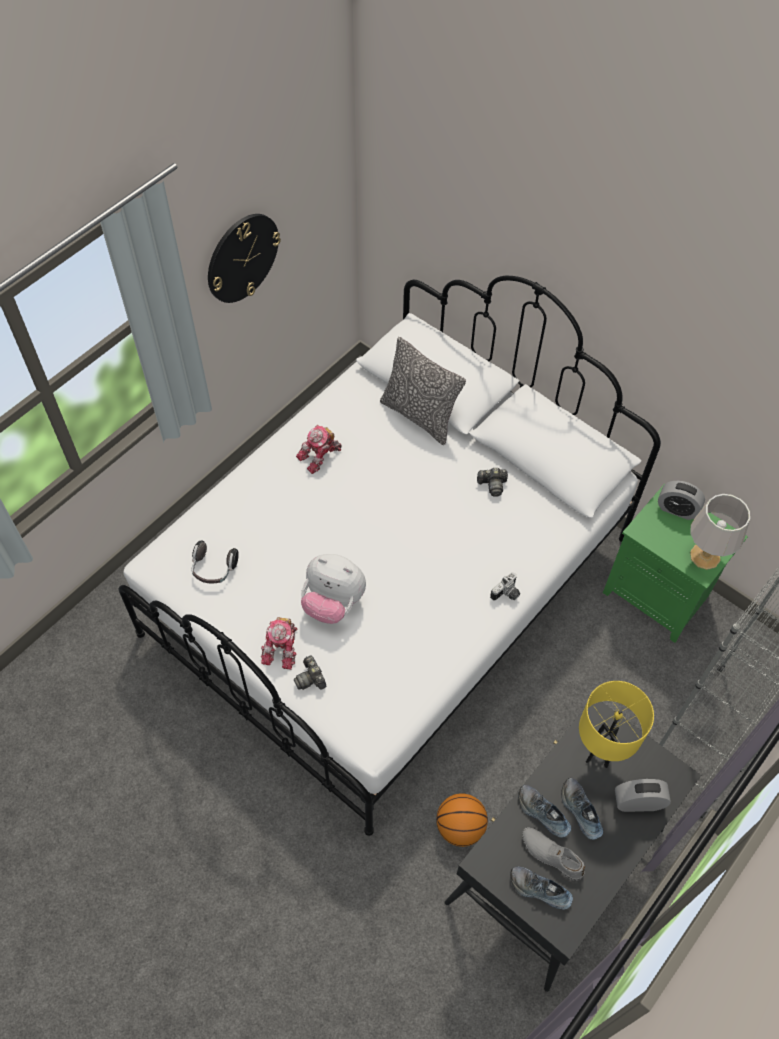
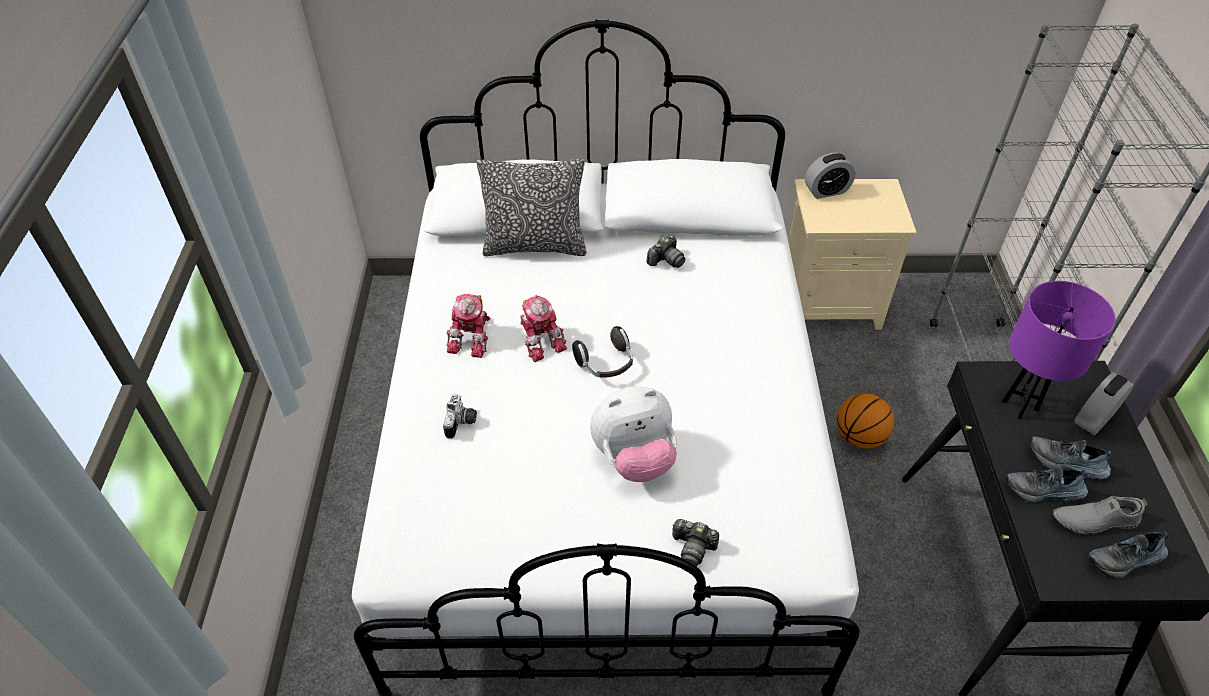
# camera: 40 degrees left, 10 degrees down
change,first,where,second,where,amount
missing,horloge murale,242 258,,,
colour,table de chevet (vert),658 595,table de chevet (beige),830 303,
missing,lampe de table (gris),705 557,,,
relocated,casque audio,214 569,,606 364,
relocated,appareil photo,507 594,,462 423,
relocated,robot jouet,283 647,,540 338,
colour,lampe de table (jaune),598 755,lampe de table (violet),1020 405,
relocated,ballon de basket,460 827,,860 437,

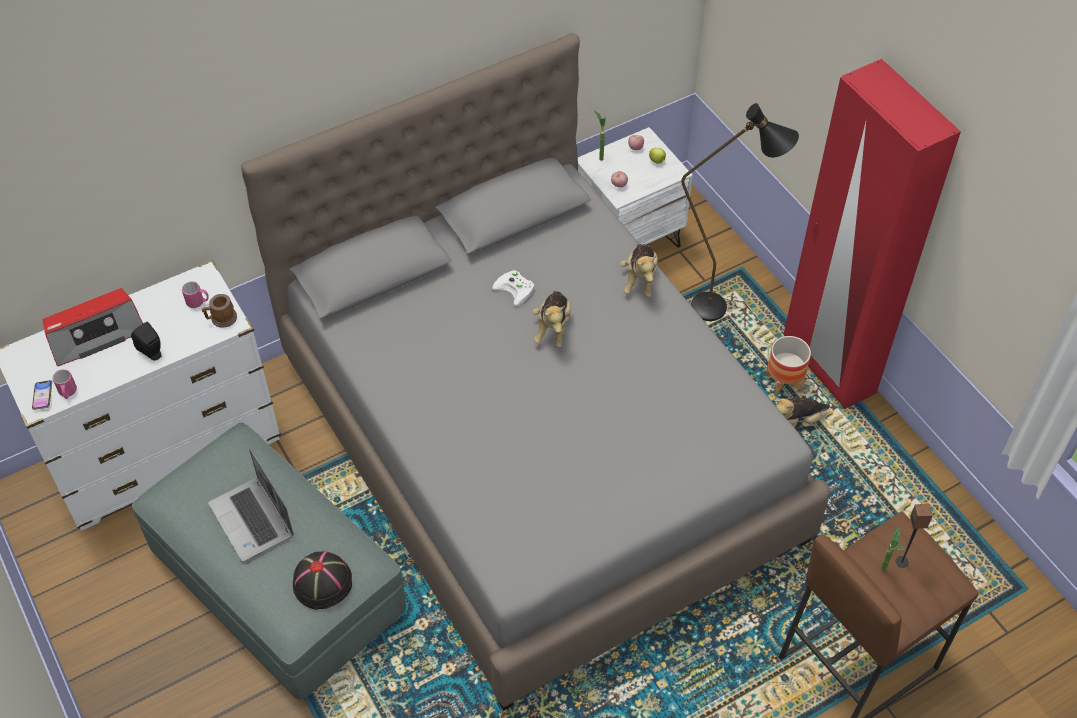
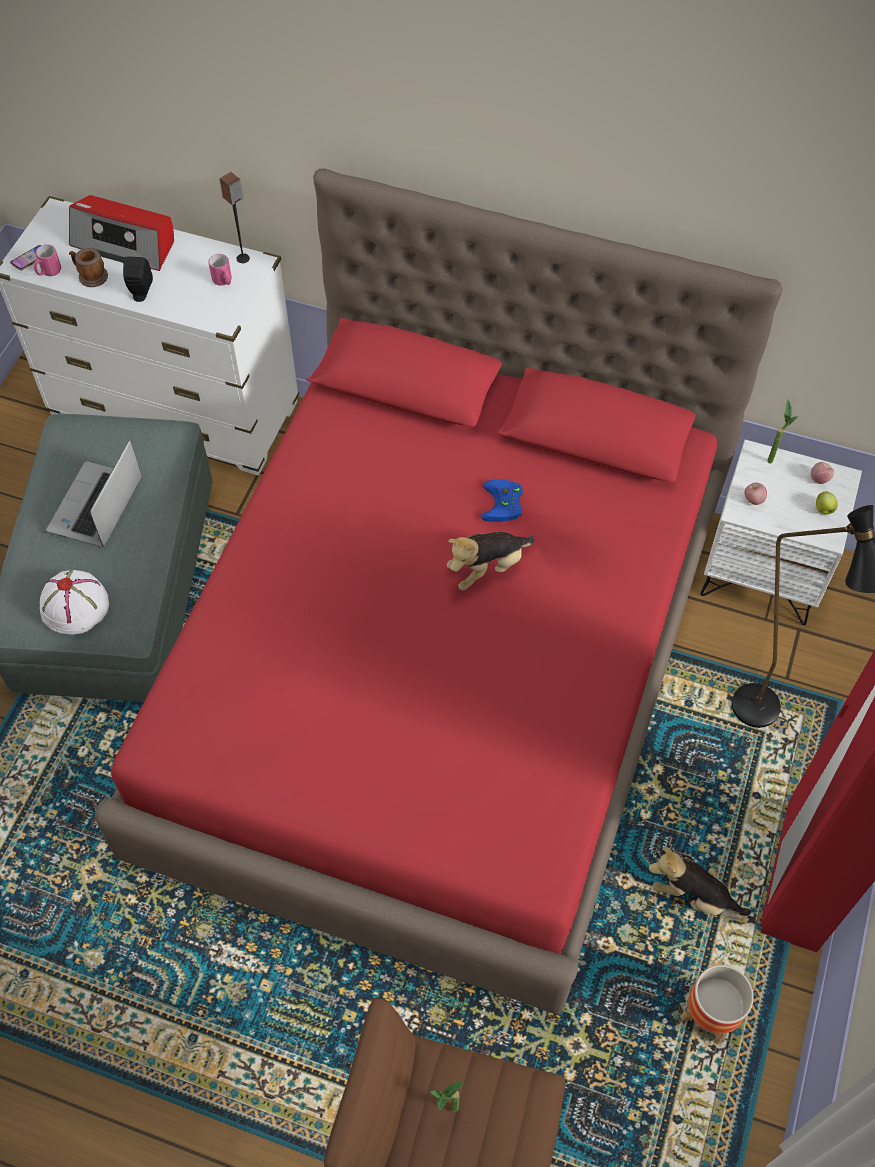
# camera: 50 degrees right, 5 degrees up
change,first,where,second,where,amount
colour,lit (gris),538 446,lit (rouge),439 678,
missing,peluche,640 279,,,
colour,manette (blanc),516 289,manette (bleu),504 504,
relocated,mug,221 319,,90 276,
relocated,cache-pot,783 383,,710 1014,
relocated,enceinte,902 562,,243 258,
colour,chapeau (noir),323 582,chapeau (blanc),75 606,

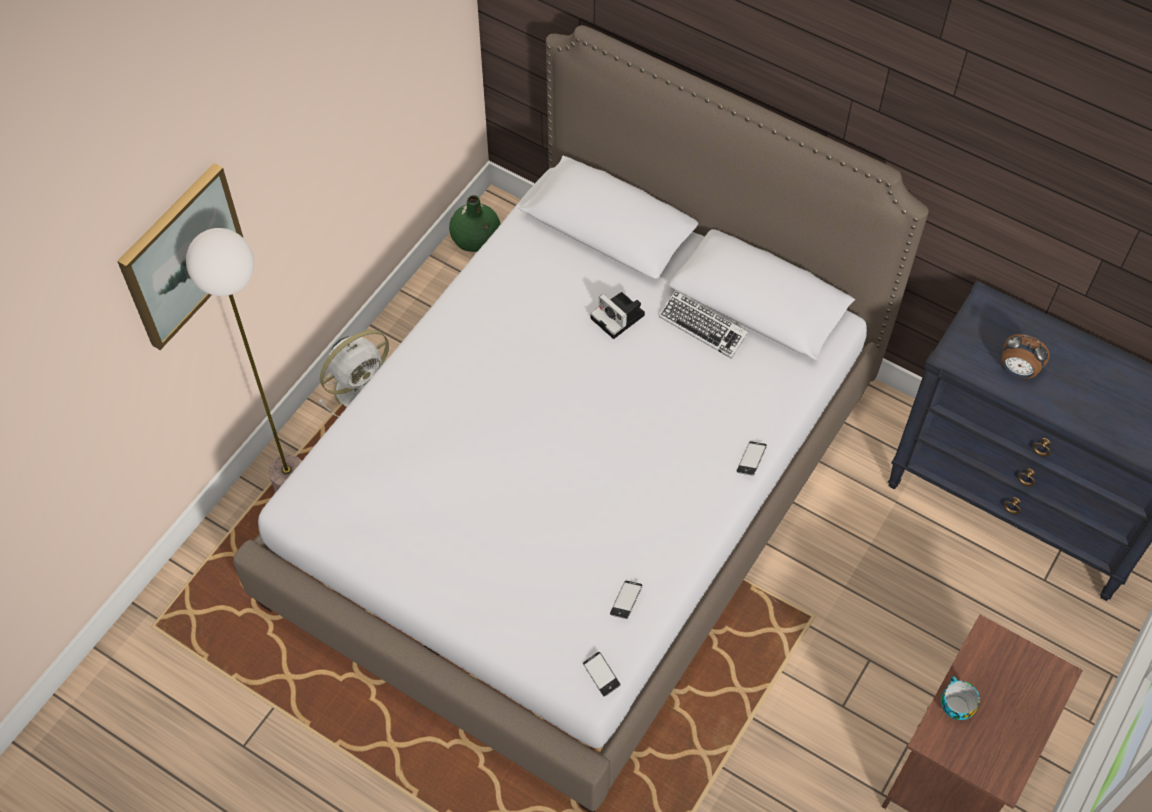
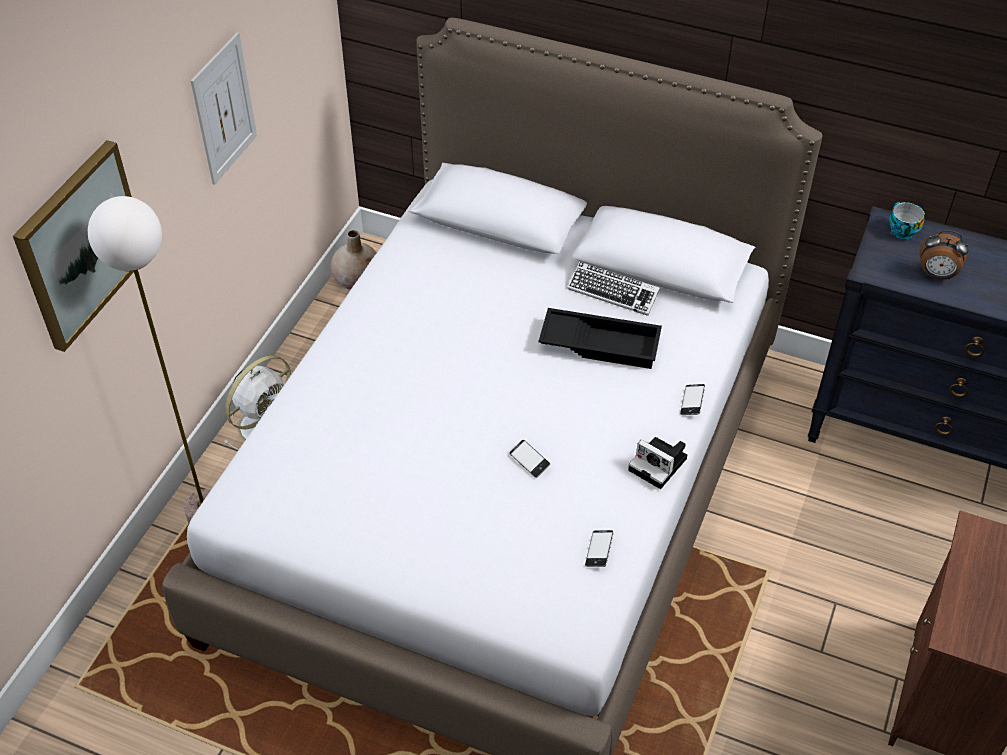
# camera: 10 degrees left, 10 degrees down
change,first,where,second,where,amount
colour,vase (vert),476 239,vase (beige),357 279,
relocated,appareil photo,619 317,,660 465,
relocated,téléphone,601 675,,529 461,
relocated,tasse,954 706,,901 231,
appeared,,,tableau,224 109,
appeared,,,plateau (noir),601 343,

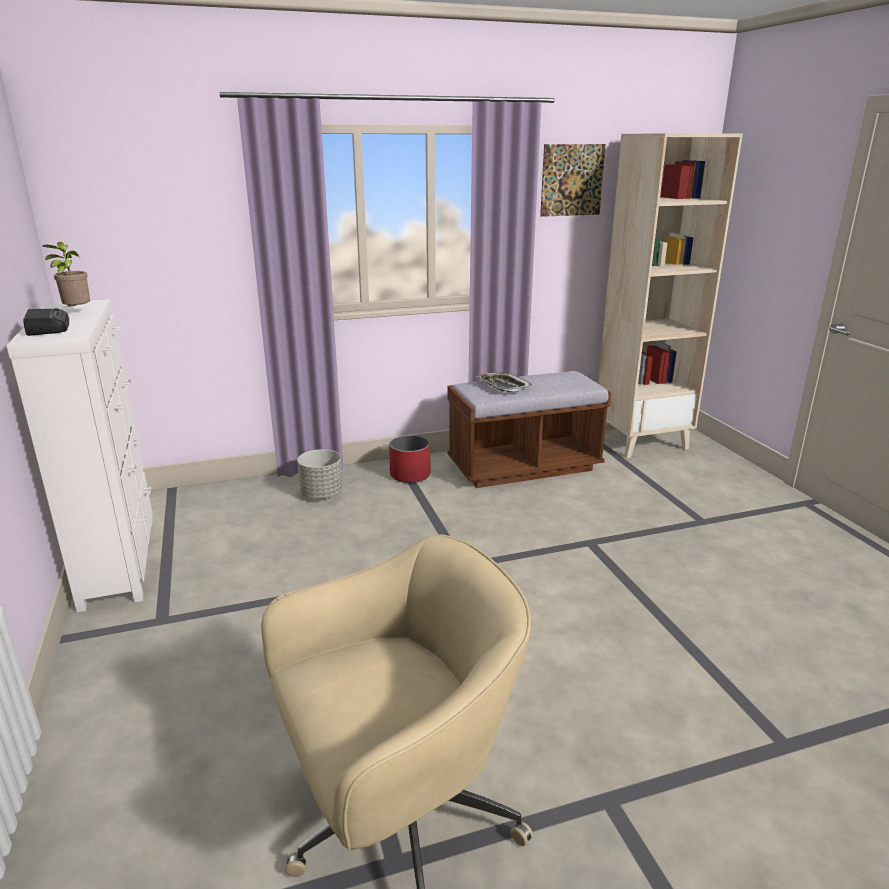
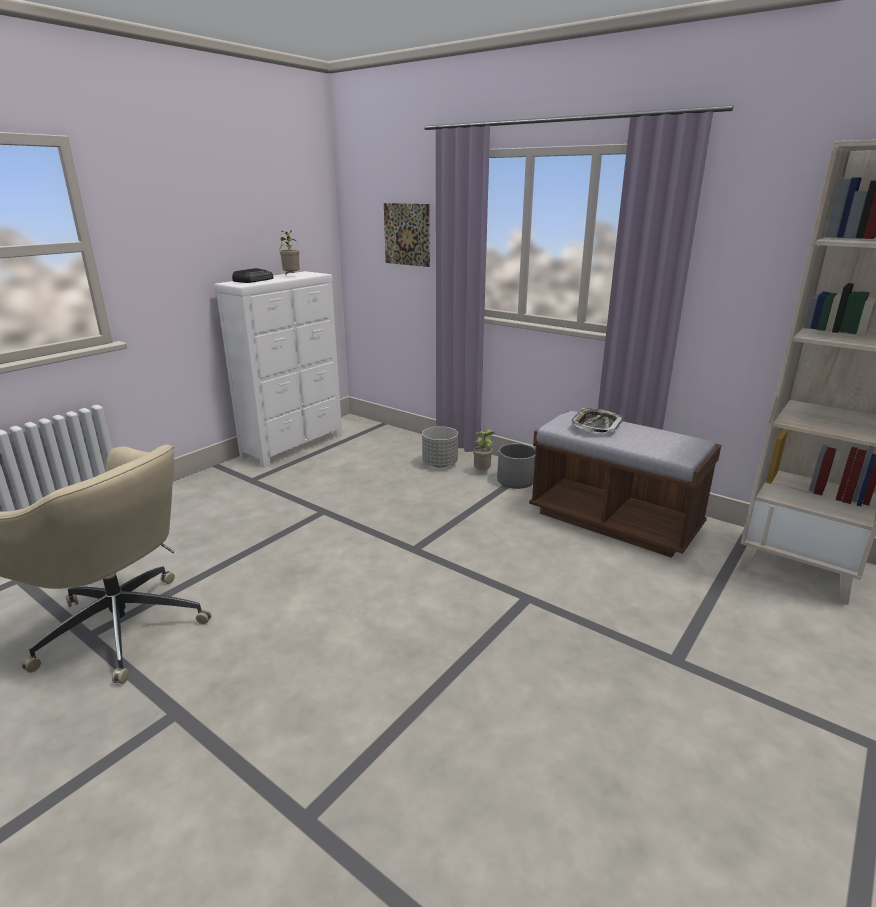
# camera: 55 degrees right, 0 degrees up
change,first,where,second,where,amount
relocated,tableau,572 180,,407 234,
colour,cache-pot (rouge),410 475,cache-pot (gris),516 481,
appeared,,,plante en pot,483 472,

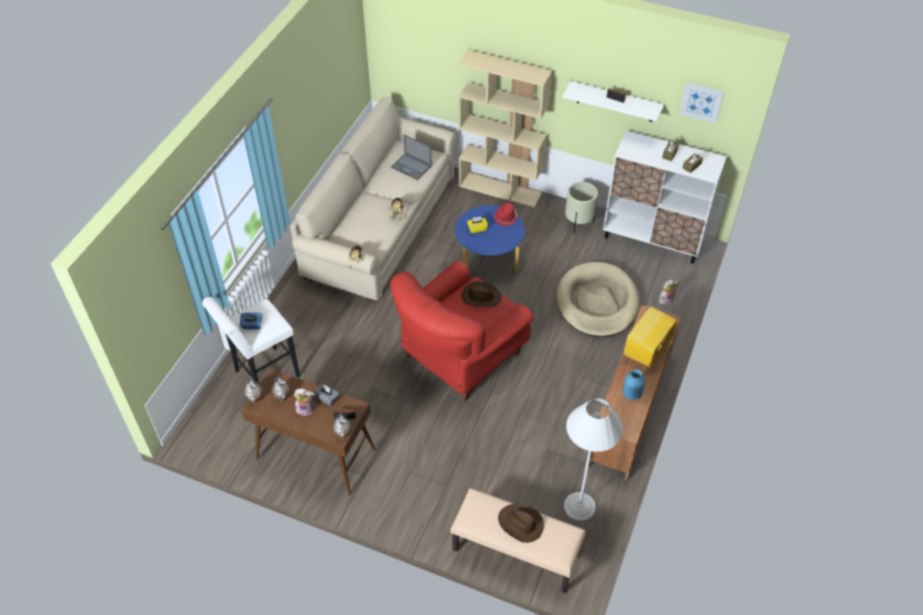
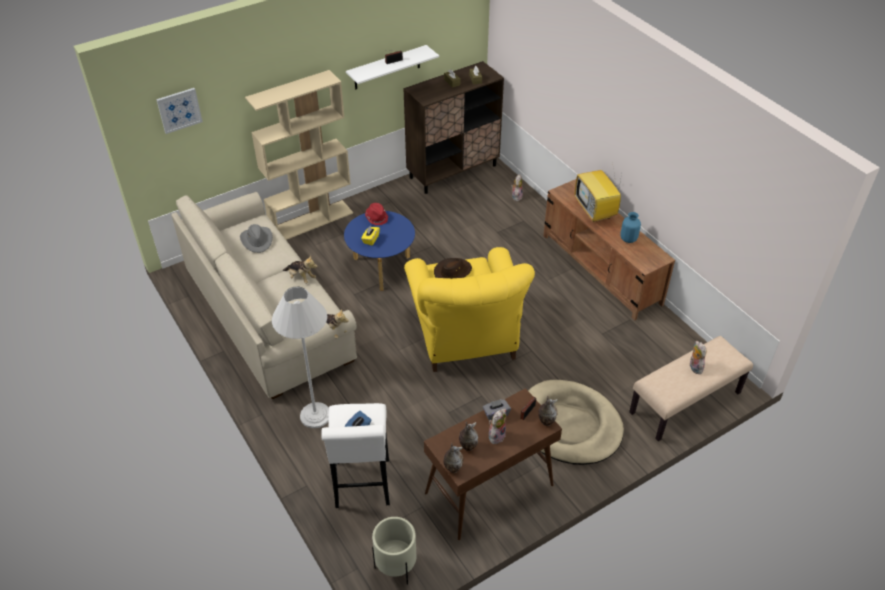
# camera: 55 degrees left, 5 degrees down
change,first,where,second,where,amount
relocated,tableau,701 102,,179 110,
colour,meuble de rangement (blanc),653 239,meuble de rangement (marron),453 171,
exchanged,ordinateur portable,411 167,chapeau (gris),257 240,
relocated,cache-pot (beige),578 224,,396 567,
colour,fauteuil (rouge),460 356,fauteuil (jaune),466 337,
relocated,panier pour chien (beige),597 303,,569 425,
relocated,lampadaire (blanc),579 507,,315 415,
exchanged,chapeau (marron),520 524,peluche,694 367,

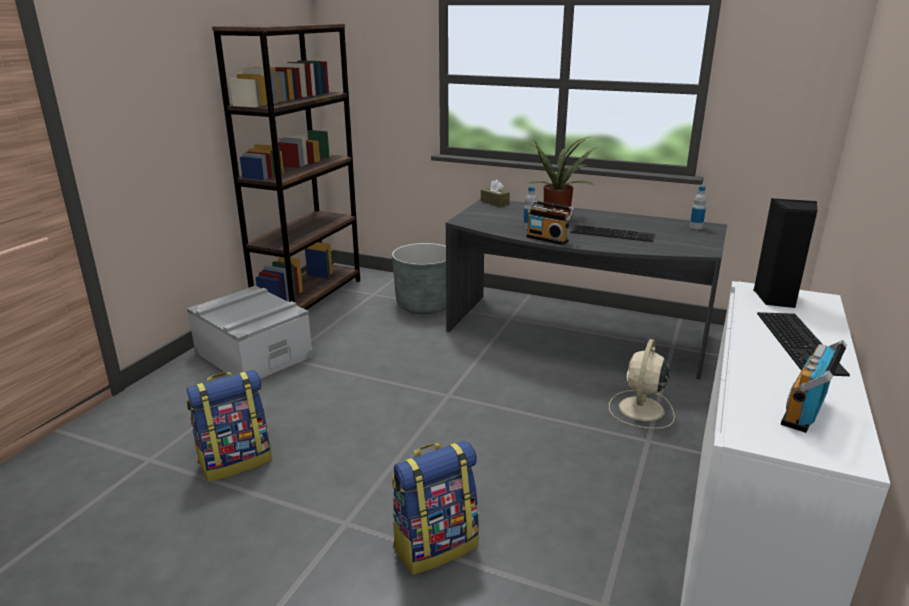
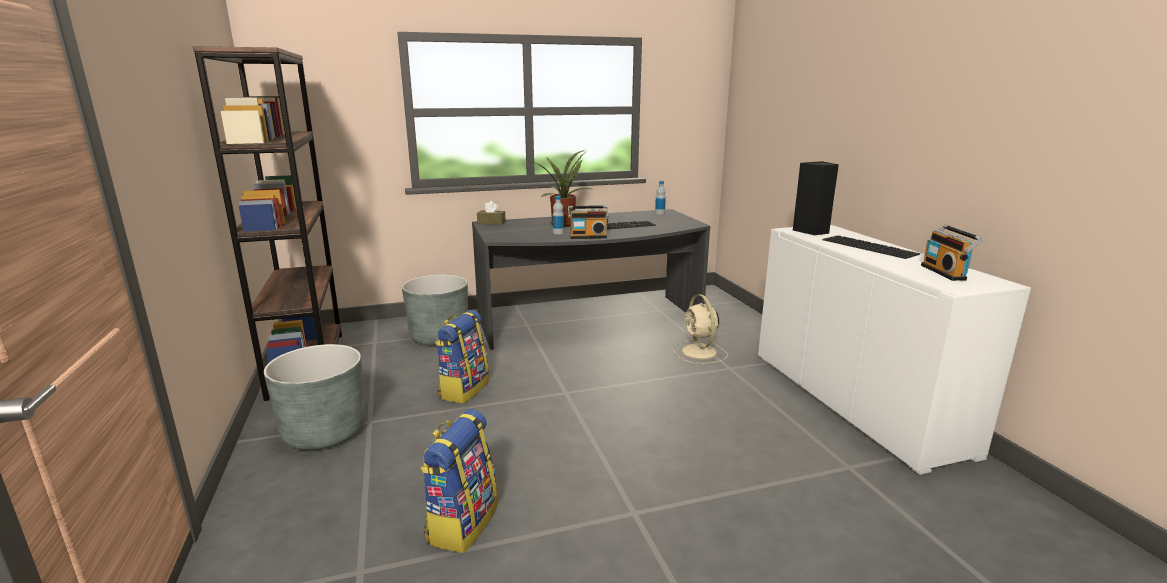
# camera: 40 degrees left, 5 degrees down
change,first,where,second,where,amount
exchanged,boîte de rangement (gris),253 354,cache-pot (gris),324 432,
relocated,sac à dos,435 545,,463 389,

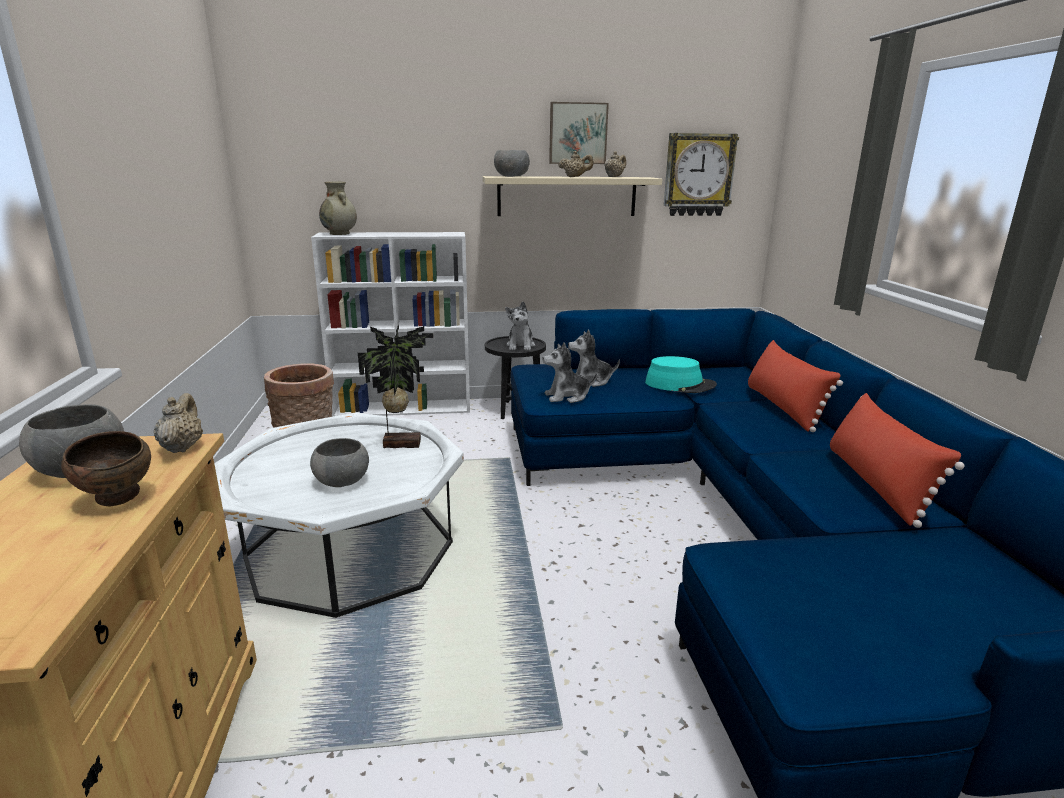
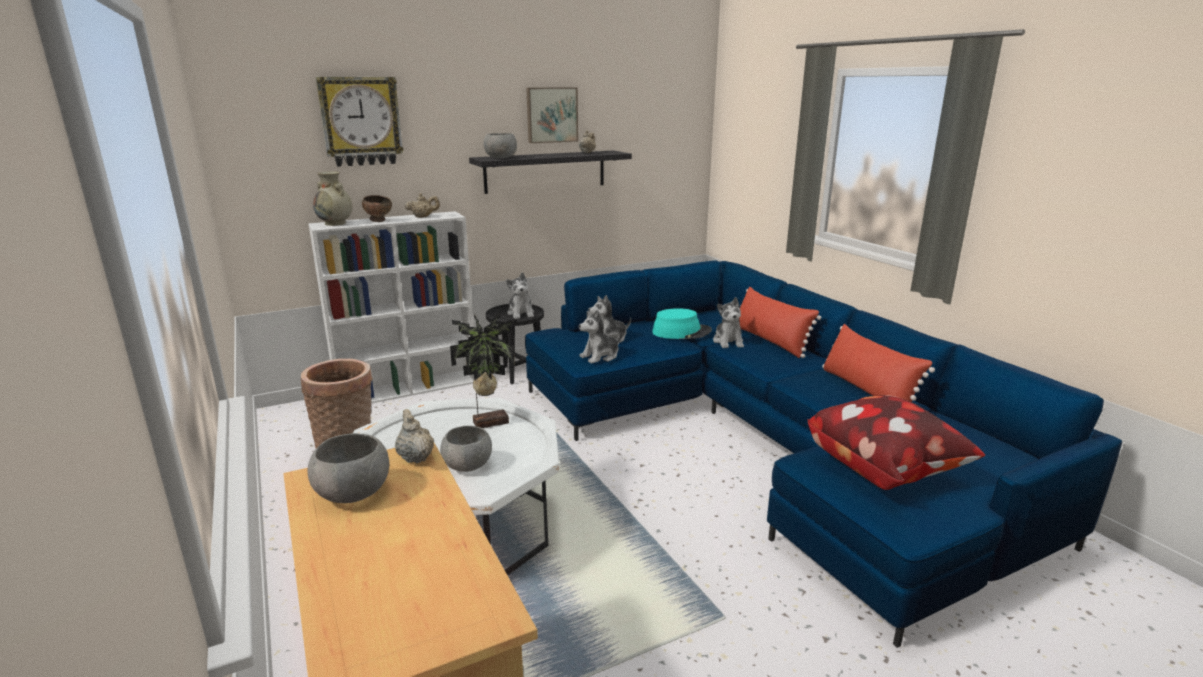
# camera: 20 degrees left, 0 degrees up
change,first,where,second,where,amount
relocated,horloge murale,698 175,,361 121,
relocated,théière (beige),575 177,,423 217,
colour,étagère (beige),567 196,étagère (noir),545 171,
relocated,bol (marron),119 499,,379 221,
appeared,,,peluche,728 342,
appeared,,,coussin,884 468,

